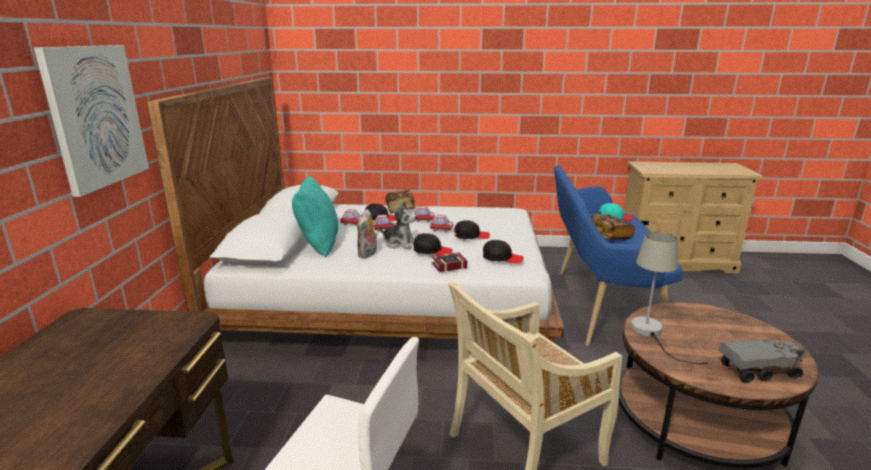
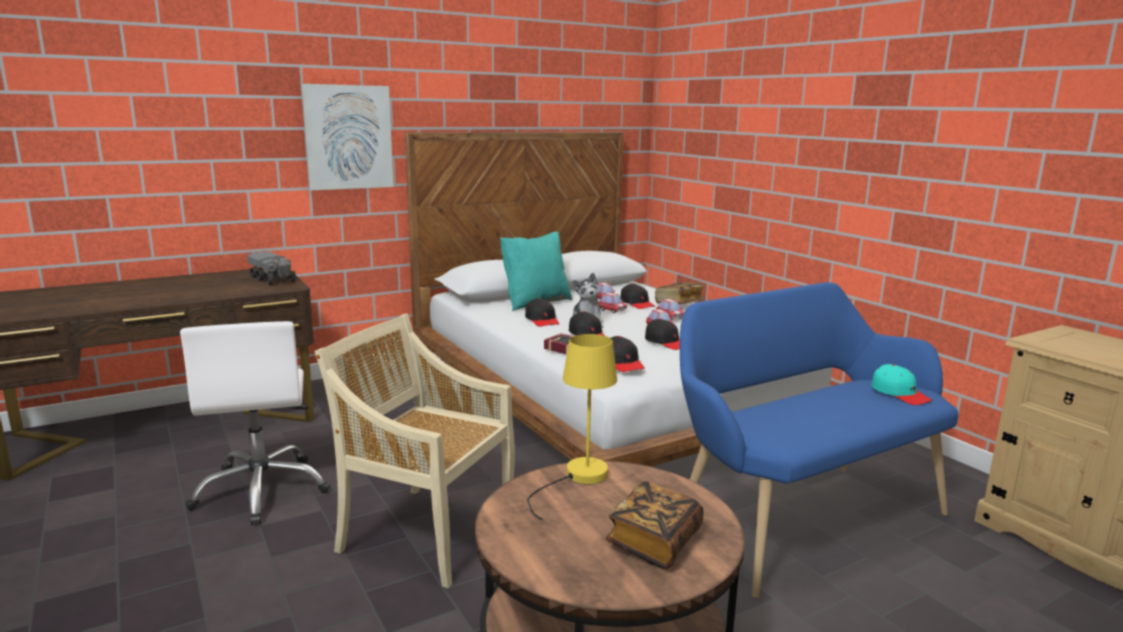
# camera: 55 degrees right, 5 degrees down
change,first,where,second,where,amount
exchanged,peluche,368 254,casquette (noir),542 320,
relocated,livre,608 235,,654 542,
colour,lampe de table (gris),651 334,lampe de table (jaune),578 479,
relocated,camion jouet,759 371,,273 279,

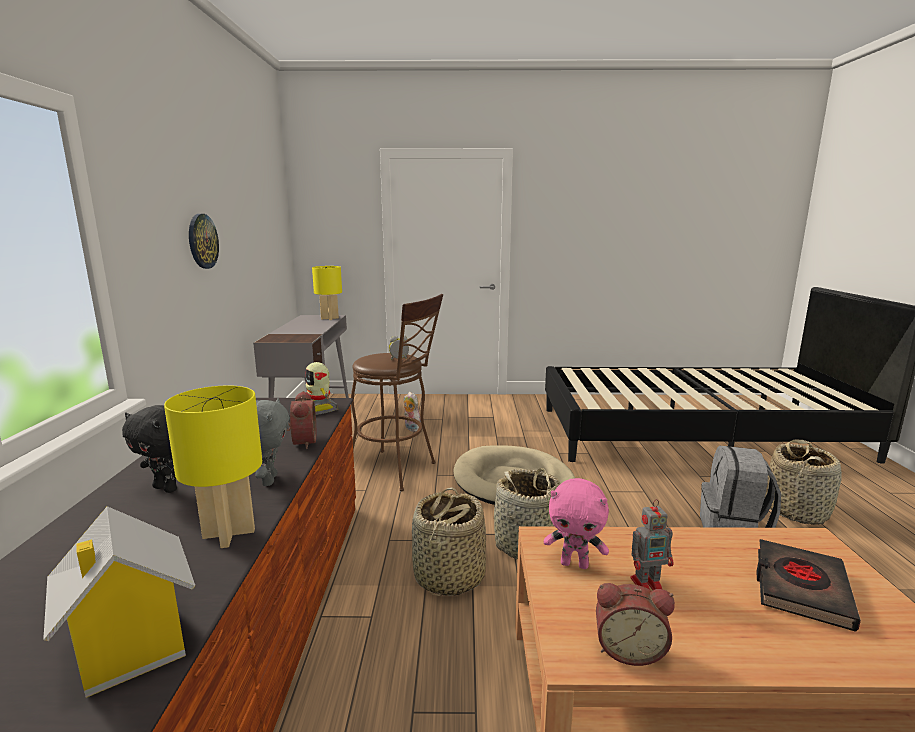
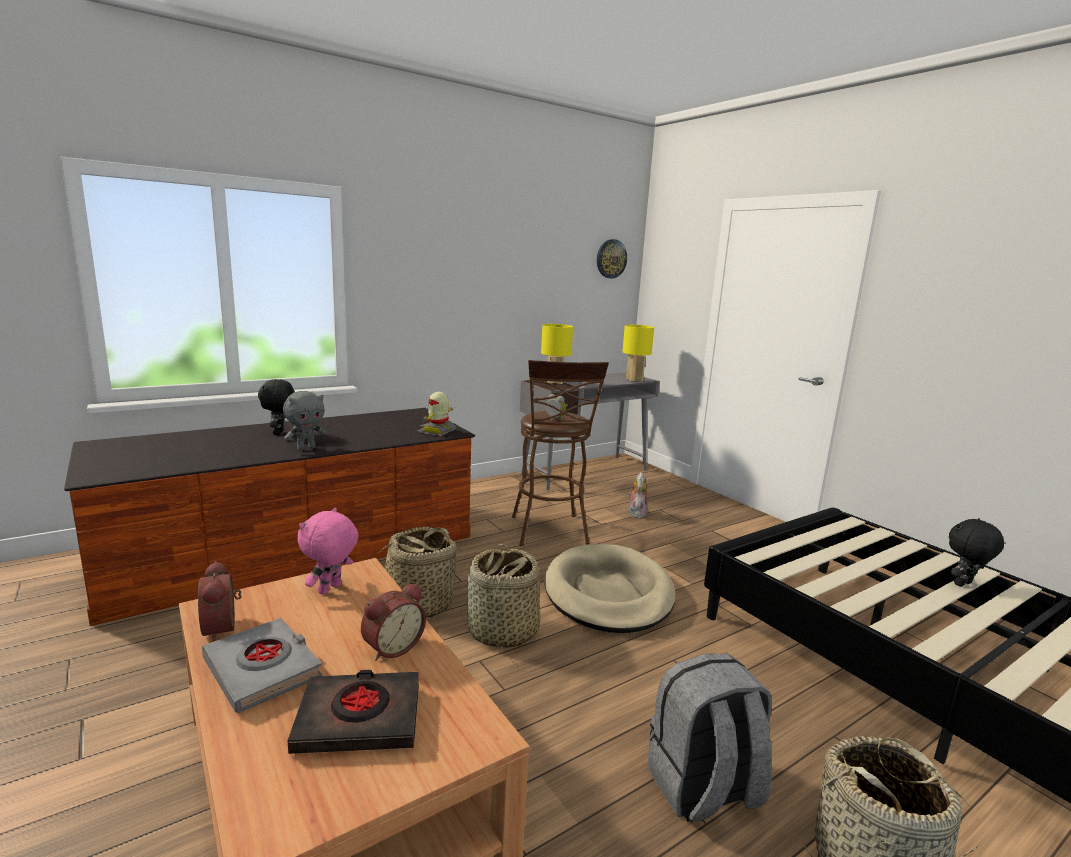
# camera: 55 degrees right, 0 degrees up
change,first,where,second,where,amount
relocated,horloge murale,202 241,,611 259,
relocated,lampe de table (jaune),229 534,,554 382,
relocated,réveil,302 442,,392 647,
spun,peluche (rose),575 564,,330 589,45 degrees clockwise
missing,robot jouet,648 584,,,
missing,maison miniature,131 647,,,
appeared,,,peluche (noir),964 584,
appeared,,,livre (gris),263 669,

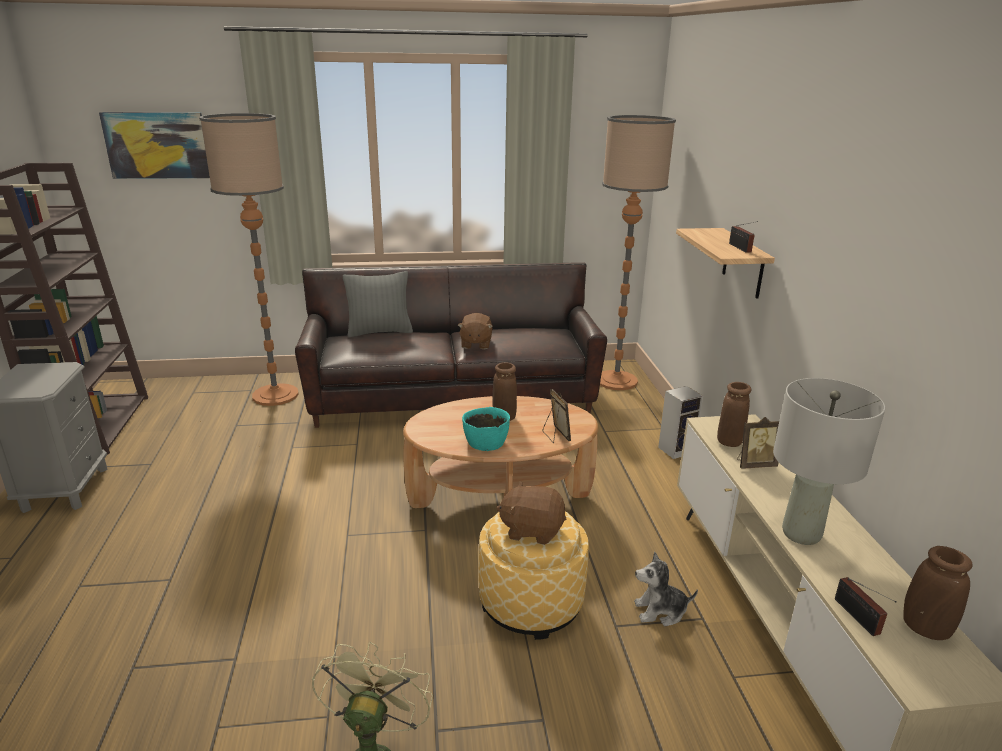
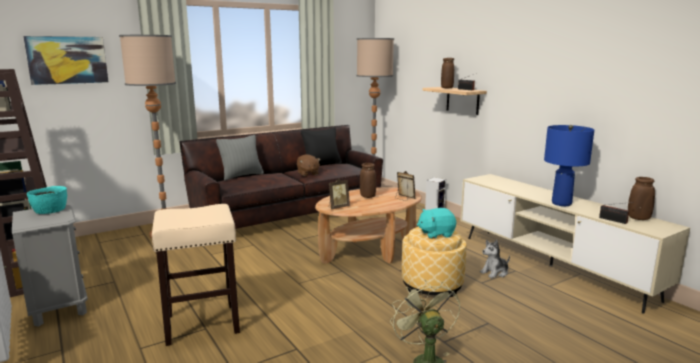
# camera: 25 degrees left, 10 degrees down
change,first,where,second,where,amount
colour,lampe de table (gris),802 534,lampe de table (bleu),562 203,
relocated,vase (marron),729 442,,447 88,
relocated,bol (turquoise),485 442,,49 210,
relocated,cadre photo,754 464,,338 207,
colour,peluche (marron),532 530,peluche (turquoise),436 234,
appeared,,,coussin (noir),322 164,
appeared,,,tabouret (beige),203 324,

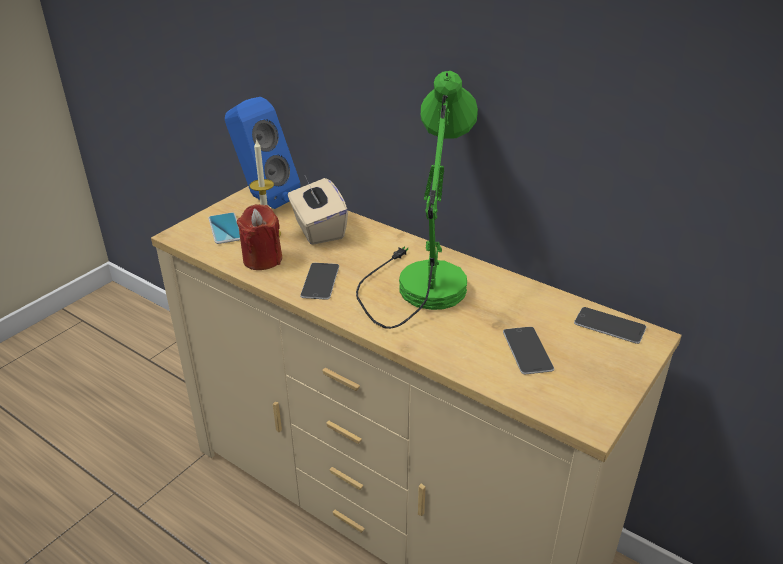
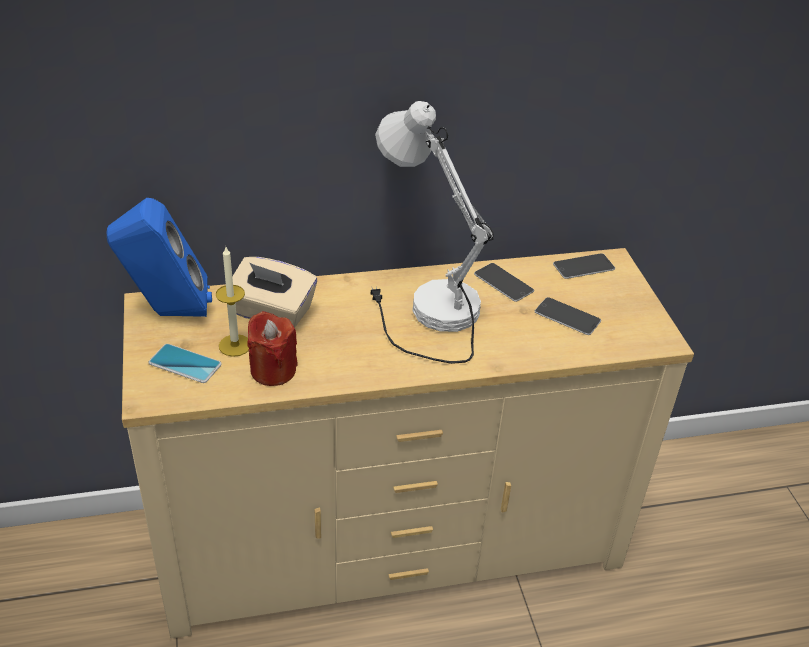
# camera: 50 degrees left, 5 degrees up
change,first,where,second,where,amount
colour,lampe de table (vert),415 281,lampe de table (blanc),422 311,
relocated,téléphone,320 281,,503 282,

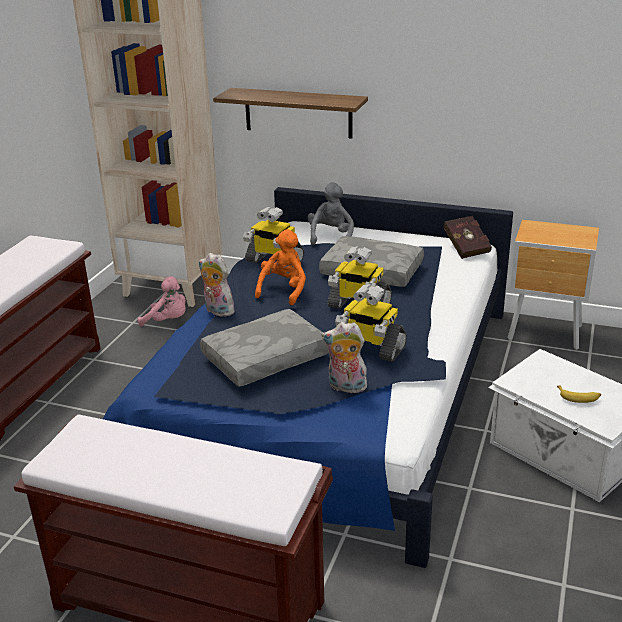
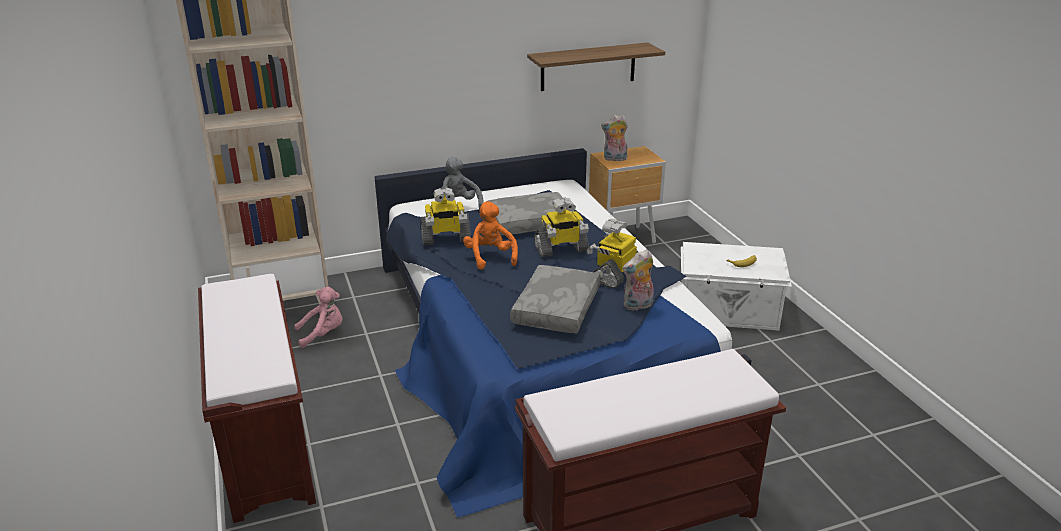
# camera: 40 degrees left, 0 degrees up
change,first,where,second,where,amount
relocated,étagère,298 113,,588 67,
missing,livre (rouge),465 247,,,
relocated,peluche,217 311,,614 159,
spun,robot jouet,370 348,,615 274,135 degrees clockwise

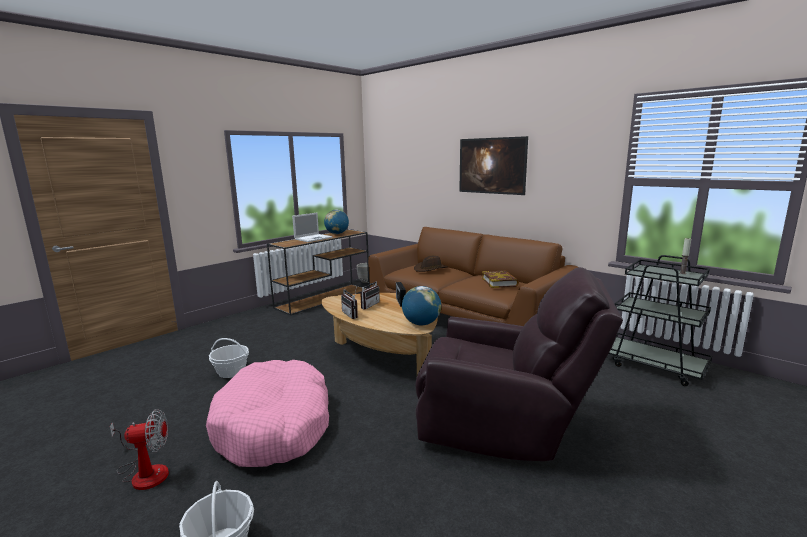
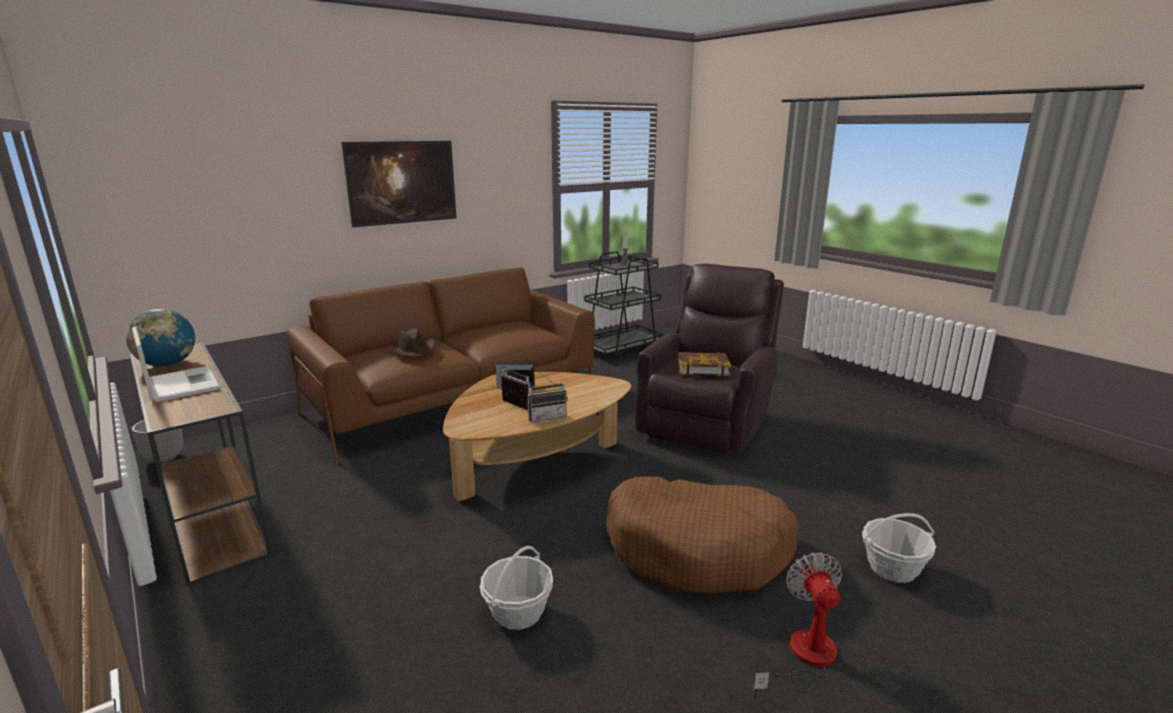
# camera: 80 degrees left, 5 degrees up
change,first,where,second,where,amount
relocated,livre,499 282,,702 368,
missing,globe,421 324,,,
colour,panier pour chien (rose),274 426,panier pour chien (marron),698 549,

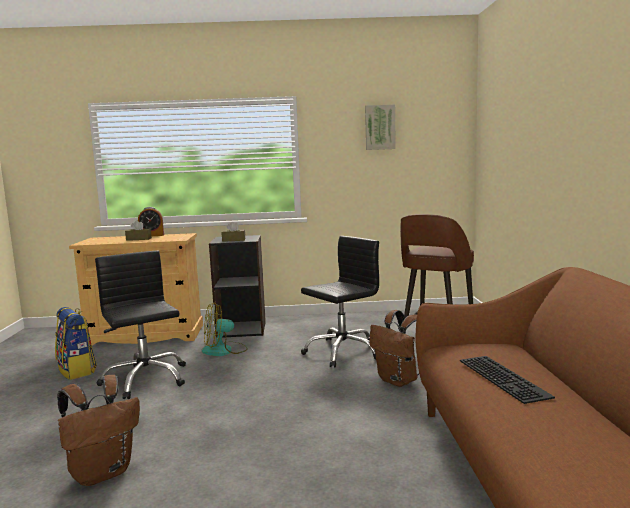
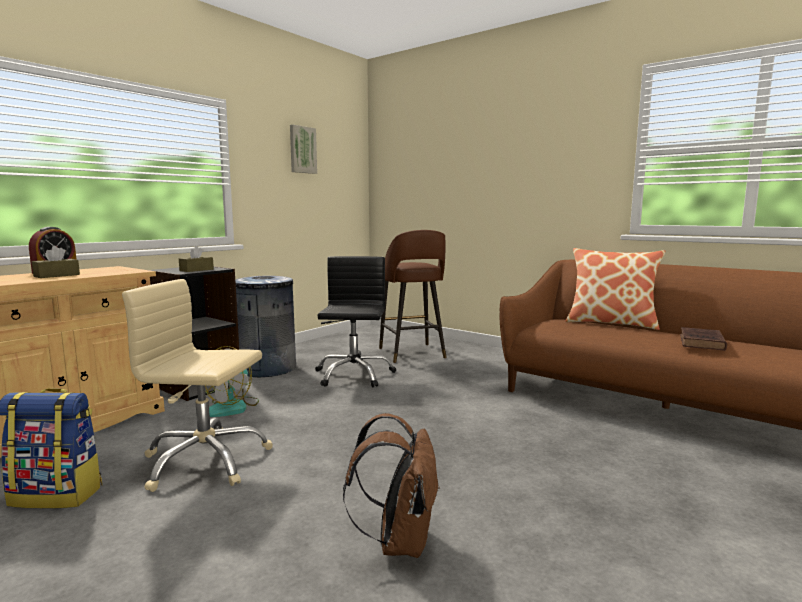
# camera: 50 degrees left, 0 degrees up
change,first,where,second,where,amount
colour,chaise de bureau (noir),145 379,chaise de bureau (beige),205 461,
missing,sac à dos (marron),399 381,,,
missing,clavier,505 378,,,
appeared,,,coussin,611 323,
appeared,,,poubelle (gris),267 368,
appeared,,,livre (marron),702 343,

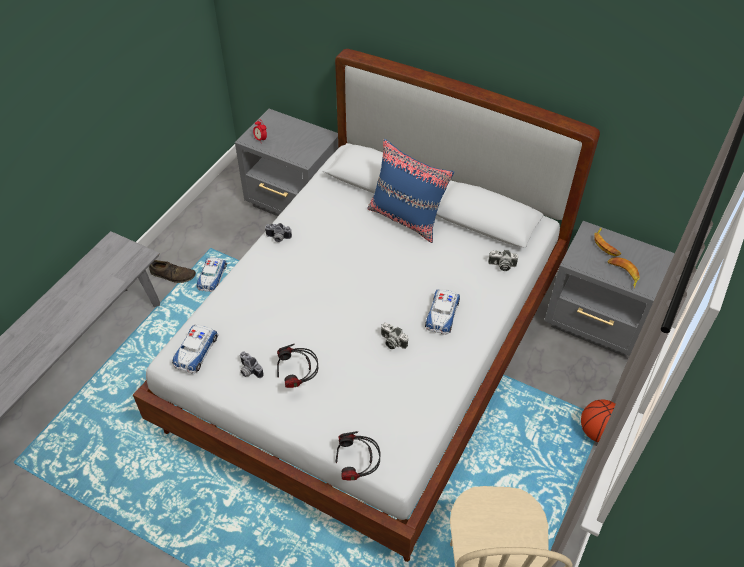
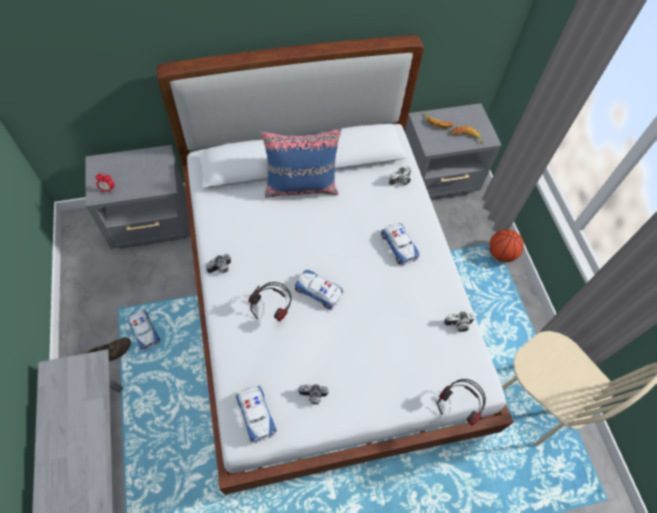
# camera: 45 degrees left, 10 degrees up
change,first,where,second,where,amount
relocated,appareil photo,392 342,,457 325,
relocated,casque audio,299 379,,273 309,
appeared,,,petite voiture,318 291,

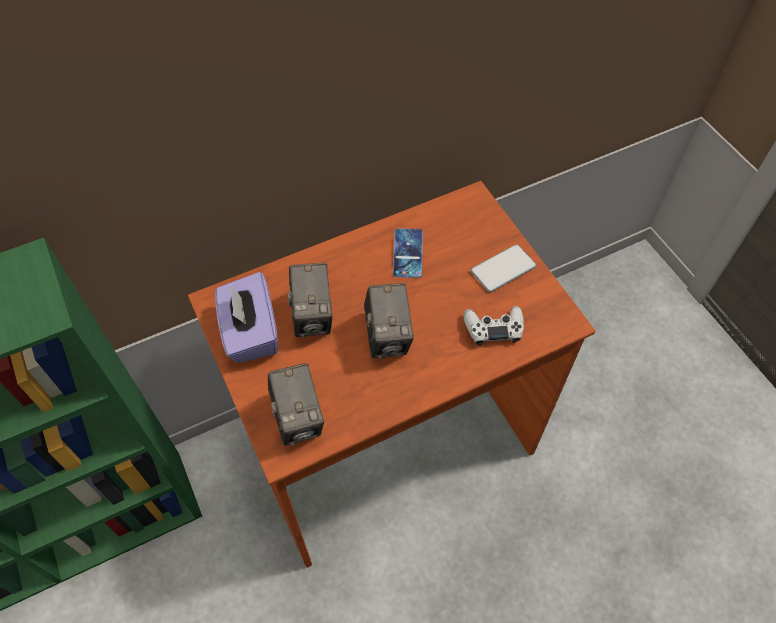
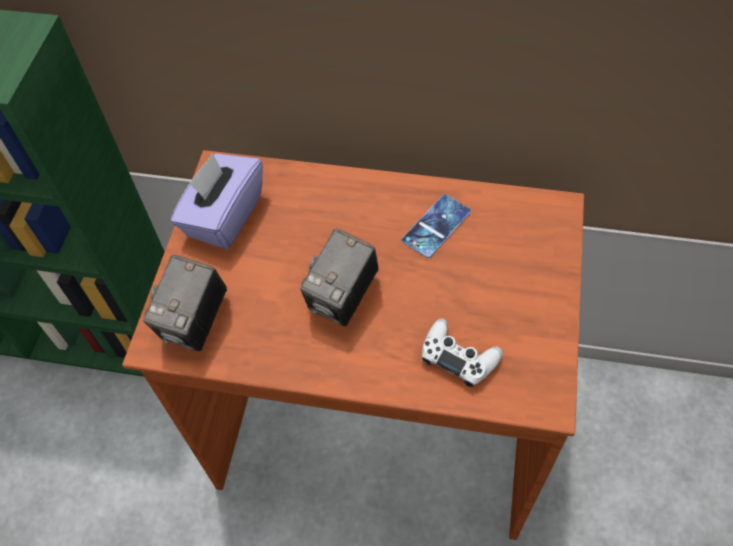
# camera: 40 degrees right, 0 degrees up
change,first,where,second,where,amount
missing,téléphone,503 269,,,
missing,appareil photo,313 316,,,

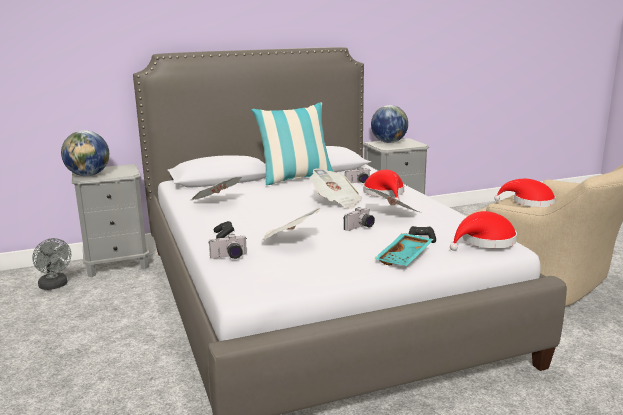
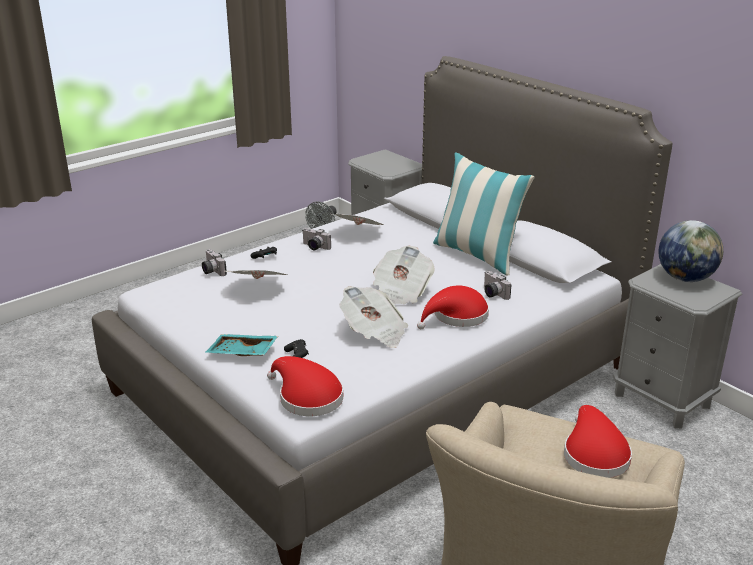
# camera: 70 degrees right, 10 degrees up
change,first,where,second,where,amount
missing,globe,88 175,,,
relocated,appareil photo,360 227,,314 247,

